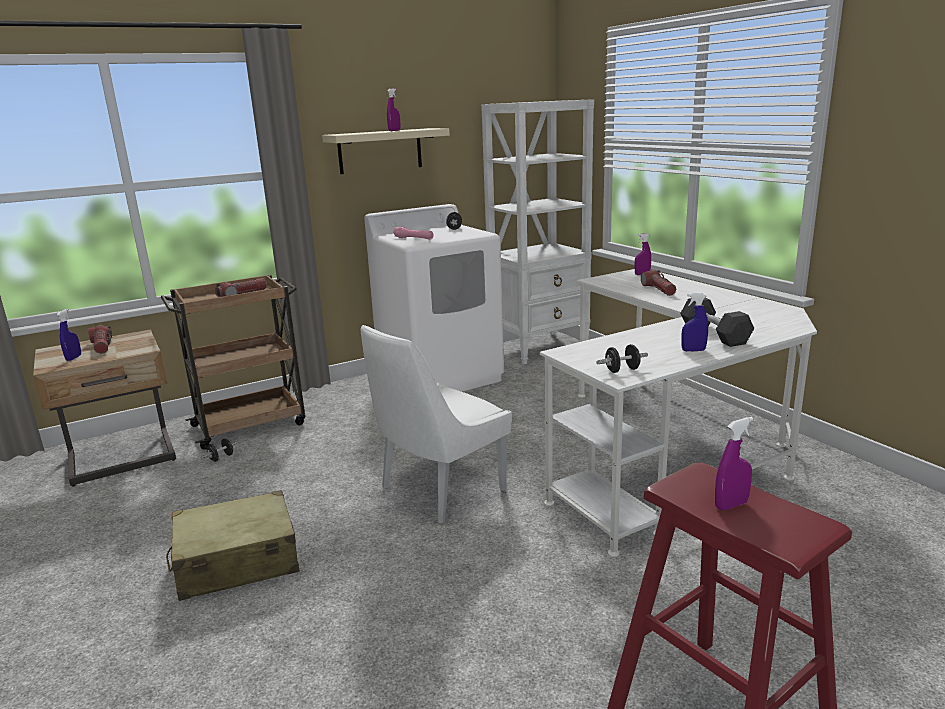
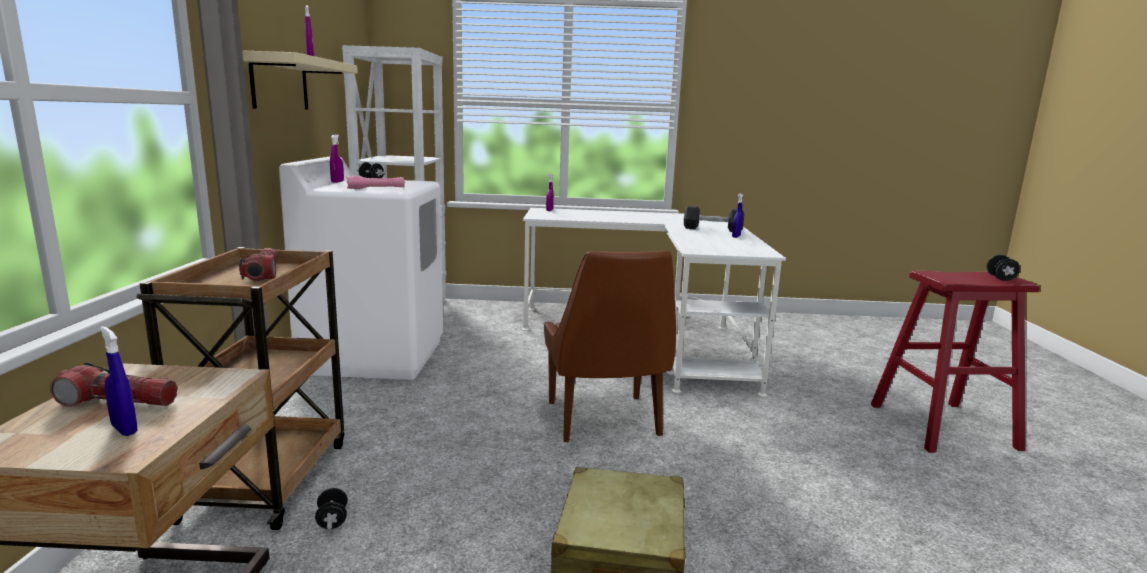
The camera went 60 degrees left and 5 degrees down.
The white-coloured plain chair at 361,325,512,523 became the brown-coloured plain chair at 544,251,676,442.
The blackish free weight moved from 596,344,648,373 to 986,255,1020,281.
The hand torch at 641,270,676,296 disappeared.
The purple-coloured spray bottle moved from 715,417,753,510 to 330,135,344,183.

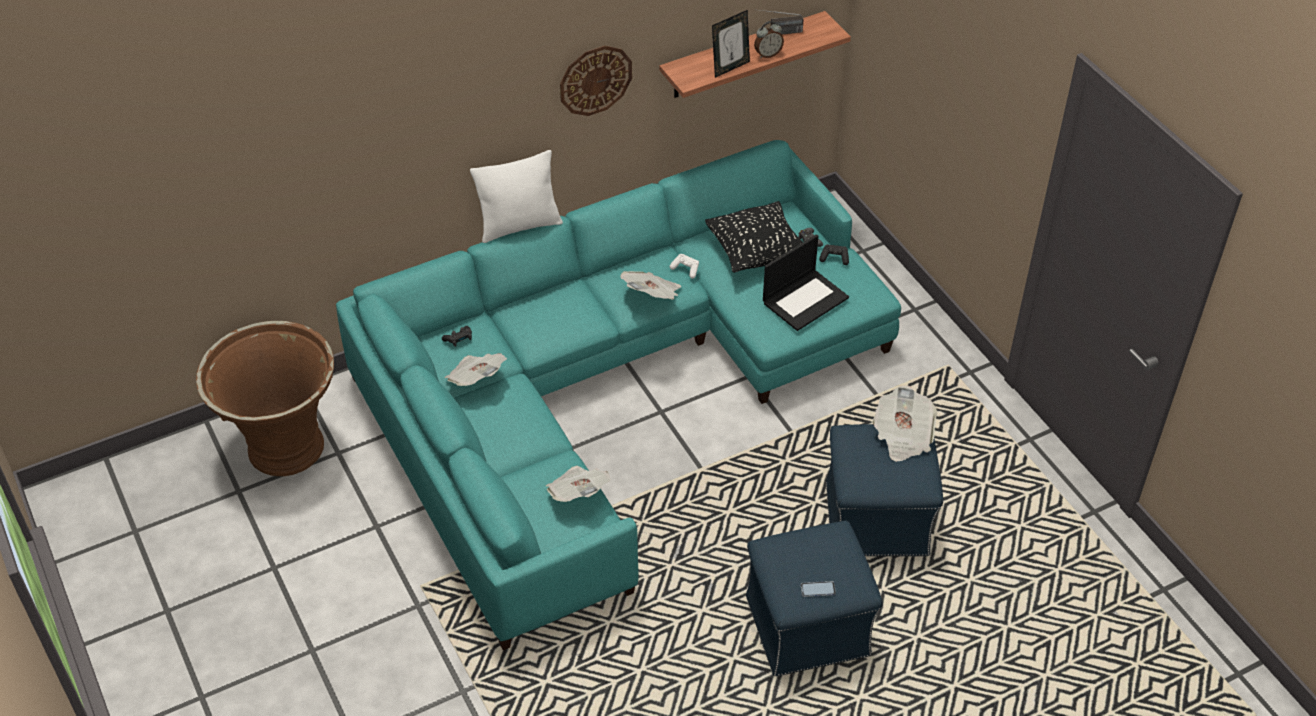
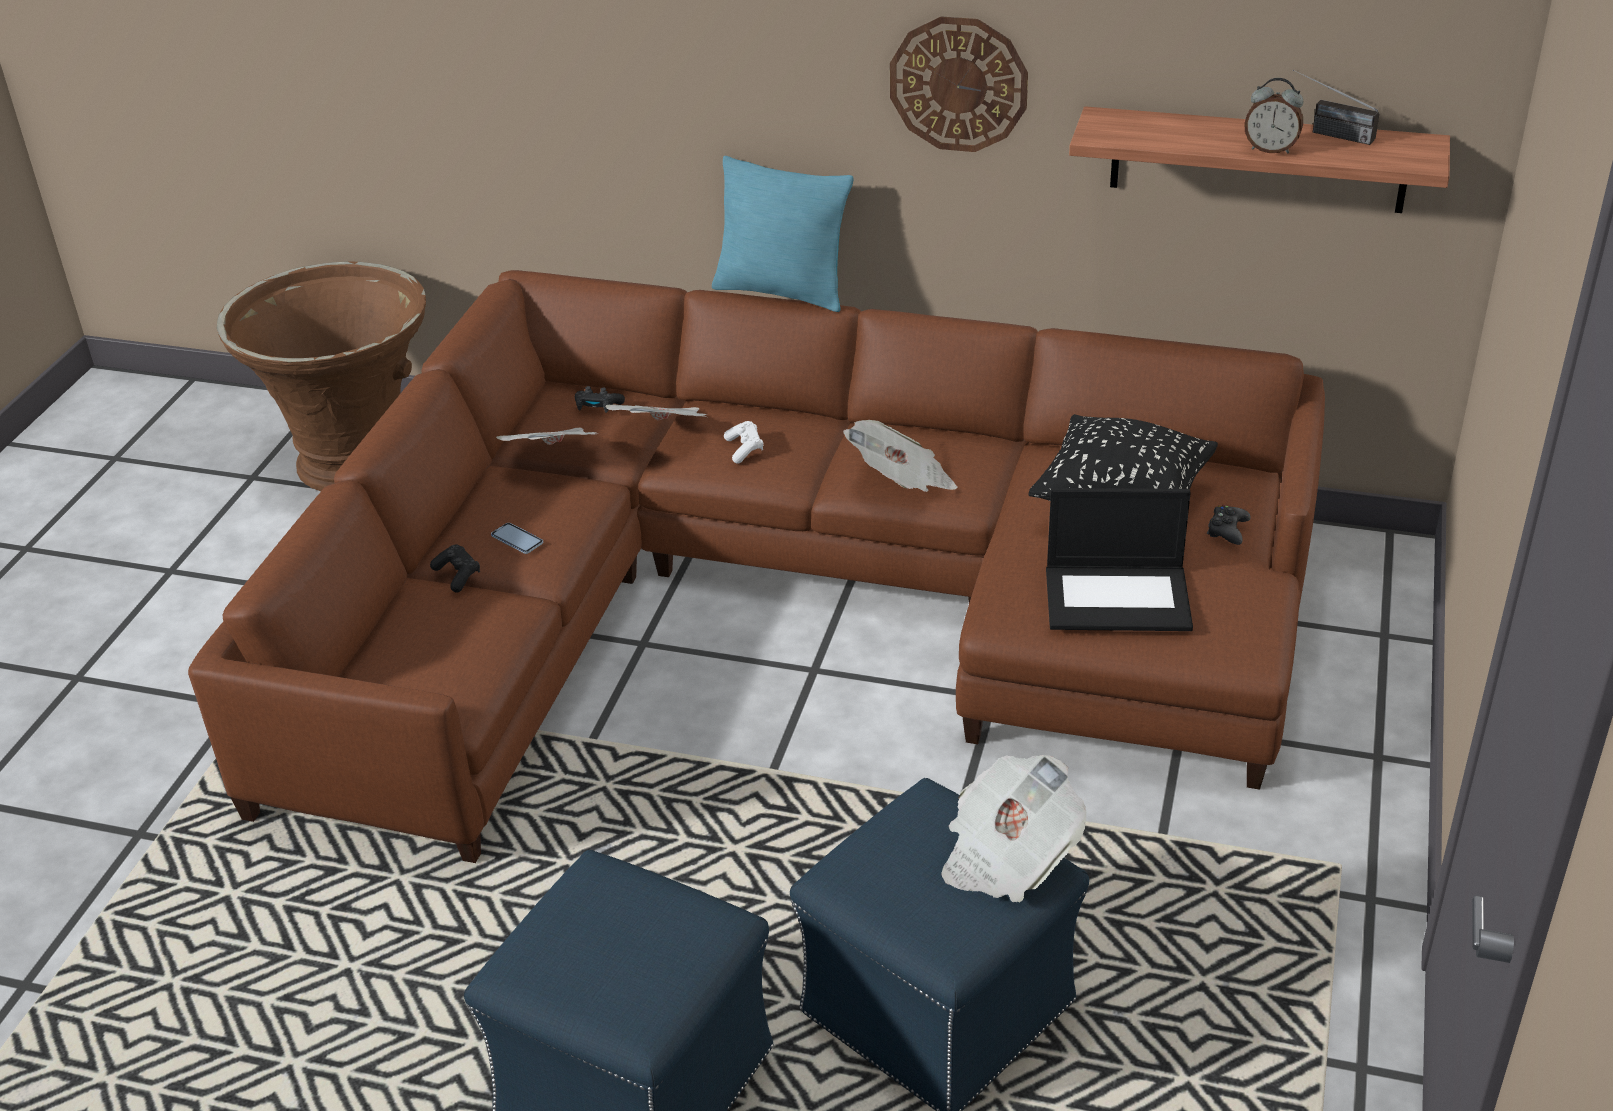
The camera went 45 degrees right and 10 degrees down.
The turquoise couch at 336,140,901,650 became the brown-coloured couch at 188,270,1325,863.
The white-coloured pillow at 470,150,563,243 became the turquoise pillow at 712,156,854,312.
The newspaper moved from 546,466,611,502 to 606,405,707,421.
The white-coloured gamepad moved from 670,254,699,279 to 724,421,764,464.
The standing frame at 712,10,750,78 disappeared.
The phone moved from 800,581,836,597 to 491,523,543,554.
The blackish gamepad moved from 819,244,849,265 to 430,544,480,592.

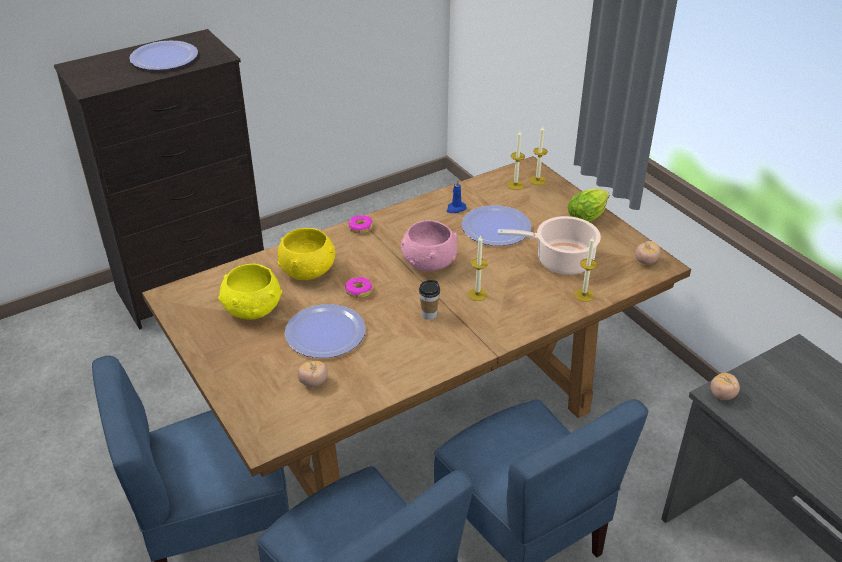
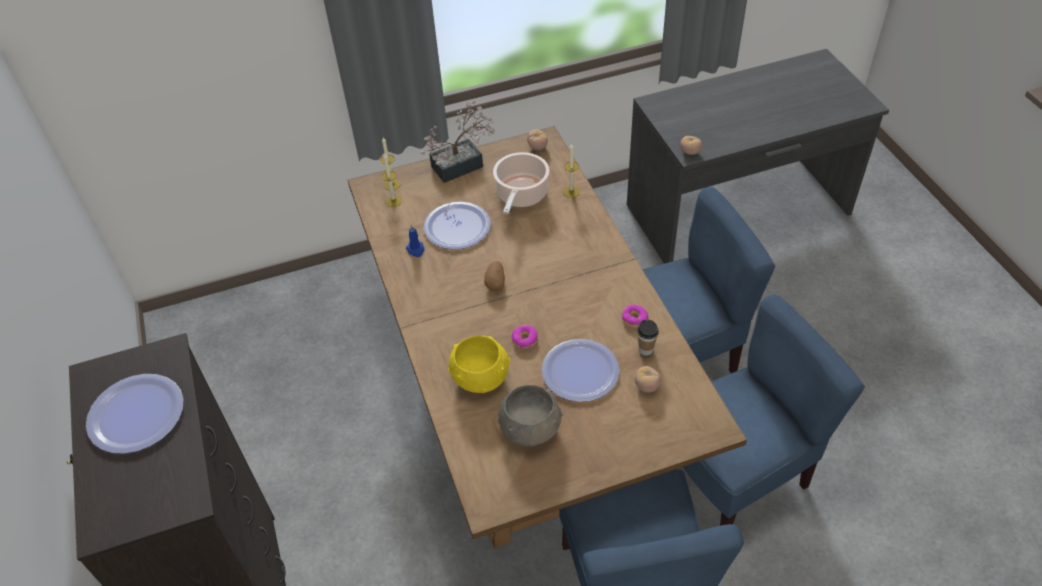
The camera went 75 degrees left and 10 degrees up.
The yellow serving bowl at 218,264,282,320 became the greyish serving bowl at 497,385,563,446.
The donut moved from 348,215,373,234 to 622,305,649,328.
The pink serving bowl at 401,220,458,271 was replaced by the whole potato at 484,261,505,292.
The drinking cup moved from 419,280,440,320 to 637,319,659,356.
The wax light at 468,236,488,301 disappeared.
The lettuce at 568,188,609,222 was replaced by the plant in a pot at 420,101,495,183.

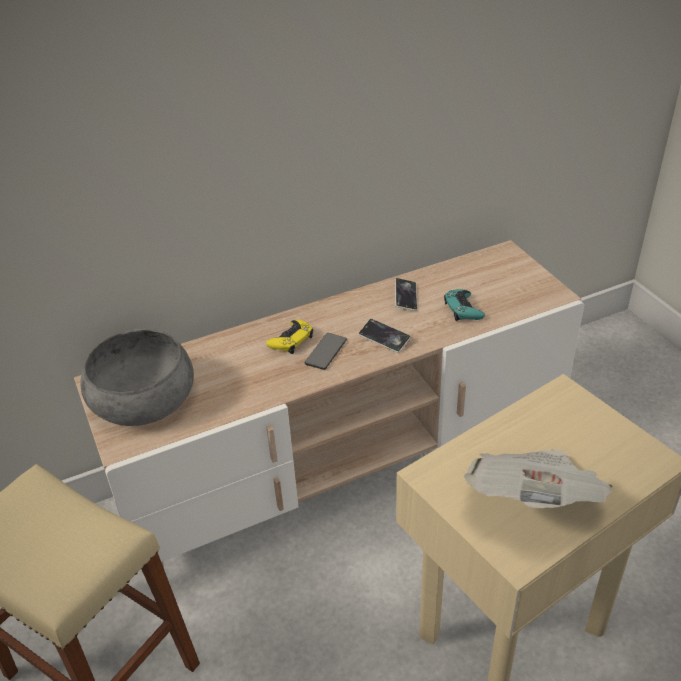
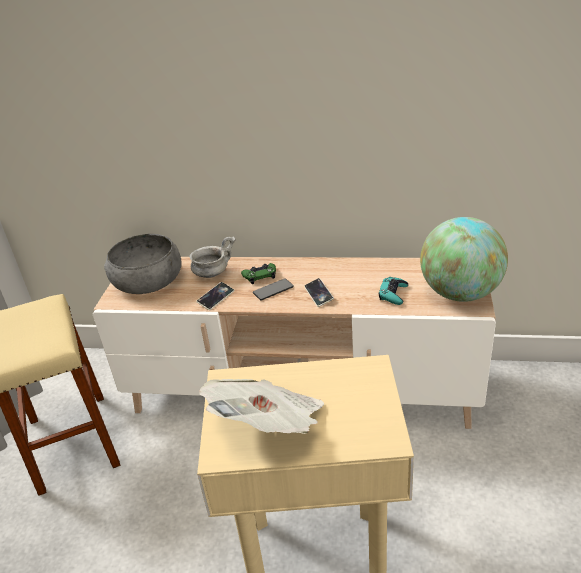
The camera went 35 degrees right and 5 degrees down.
The yellow gamepad at 266,320,313,354 became the greenish gamepad at 241,263,276,284.
The phone moved from 395,278,417,311 to 196,282,234,310.
The greyish serving bowl at 190,237,236,278 appeared.
The desk globe at 420,217,508,302 appeared.

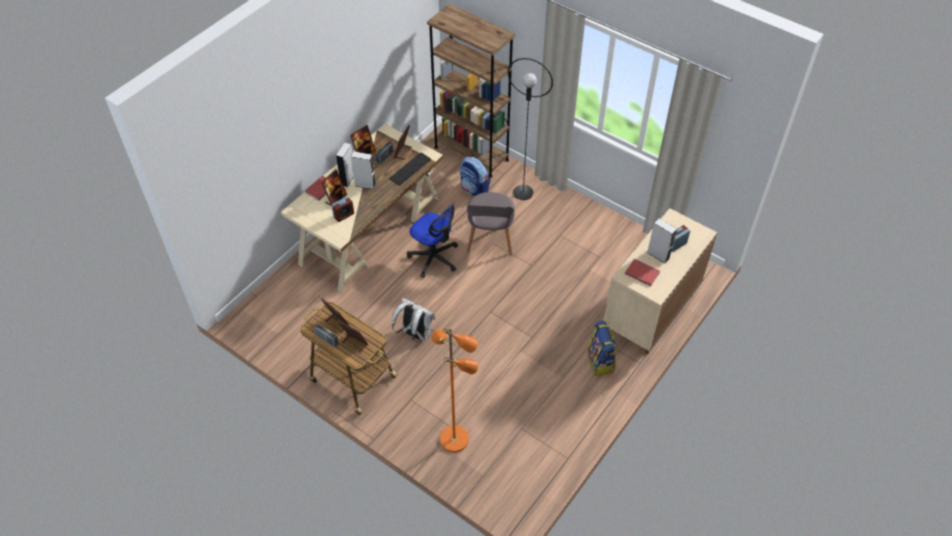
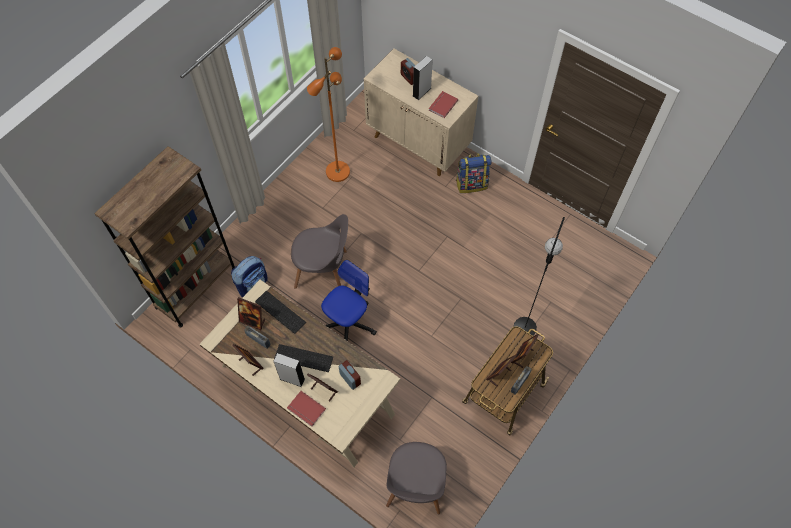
The camera went 90 degrees left and 10 degrees up.
The greyish speaker at 351,151,376,190 was replaced by the computer keyboard at 274,344,333,372.
The white-coloured rucksack at 392,298,435,342 disappeared.
The orange floor lamp moved from 432,328,478,452 to 307,47,350,182.
The blackish floor lamp moved from 508,58,553,200 to 514,217,565,338.
The greyish plain chair at 386,442,447,514 appeared.

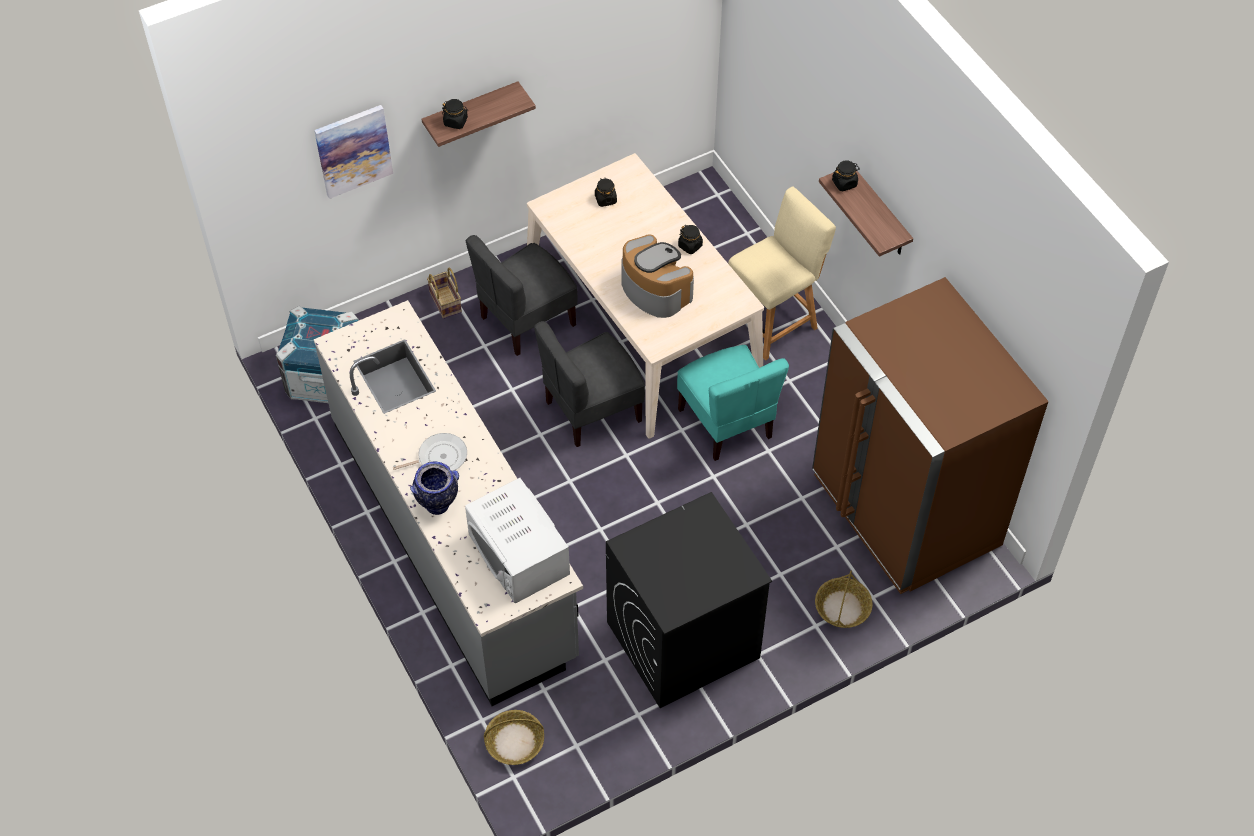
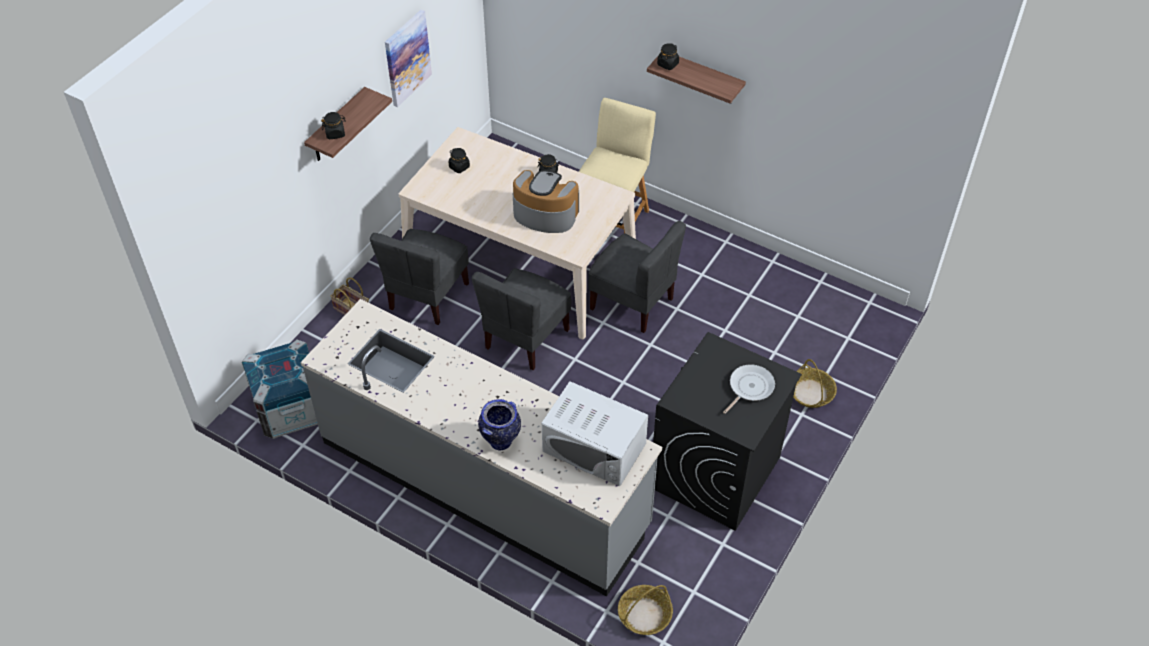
The camera went 30 degrees left and 5 degrees down.
The picture moved from 314,105,393,199 to 385,10,432,107.
The pan moved from 393,433,467,471 to 723,365,775,414.
The turquoise plain chair at 677,345,789,461 became the greyish plain chair at 588,221,686,333.
The brown-coloured fridge at 812,277,1048,594 disappeared.

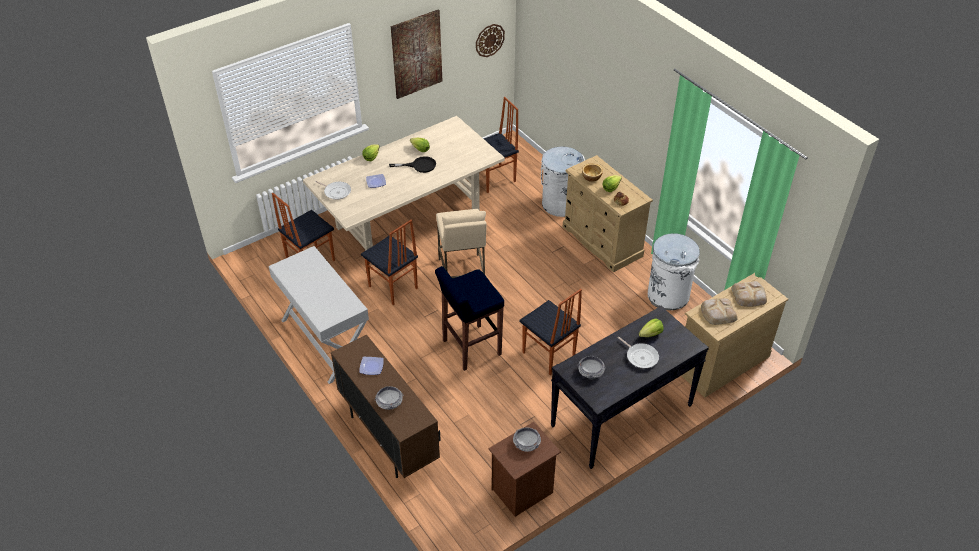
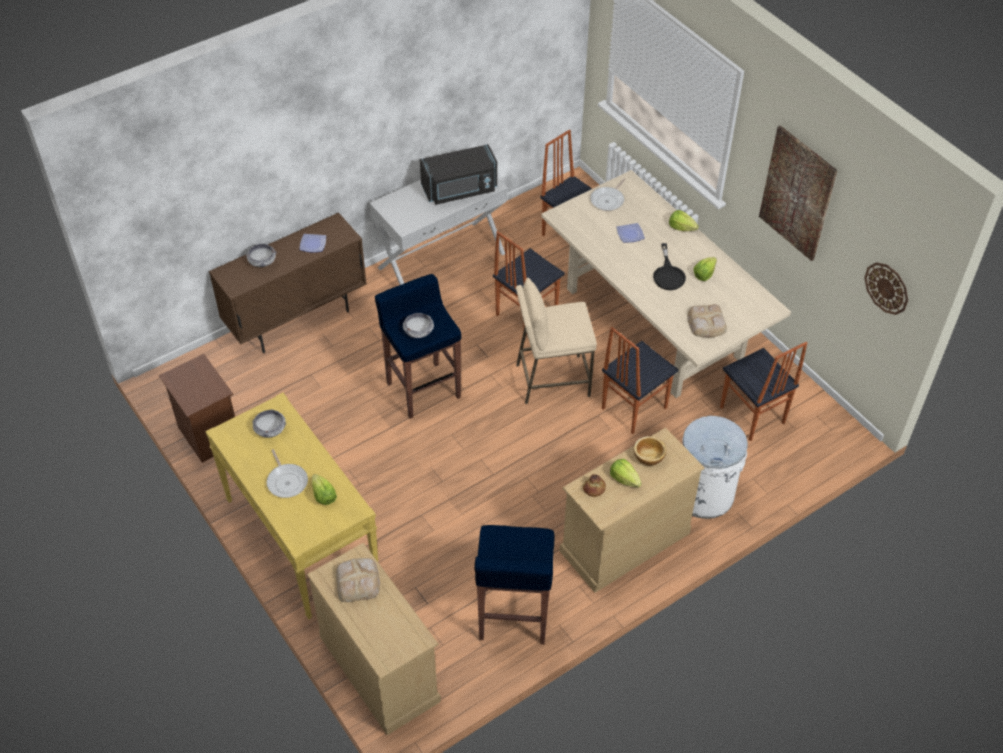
The camera went 90 degrees right and 5 degrees up.
The serving bowl moved from 513,427,541,452 to 403,313,434,338.
The plain chair moved from 519,289,582,375 to 602,327,679,434.
The blackish hall table at 550,305,709,469 became the yellow hall table at 205,393,378,619.
The pan at 617,337,659,368 turned 75 degrees counterclockwise.
The white-coloured rubbish bin at 648,233,700,310 was replaced by the blue-coloured sitting stool at 475,525,554,644.
The baked bread moved from 731,281,767,307 to 688,304,727,337.
The blackish kitchen microwave at 420,144,497,205 appeared.

